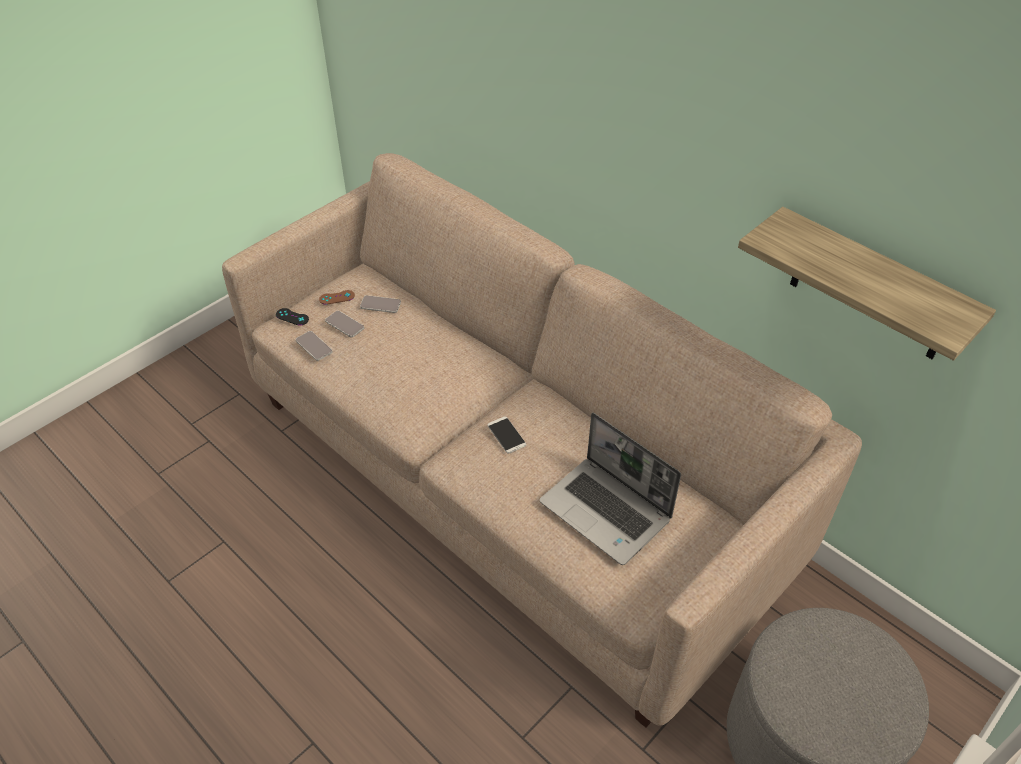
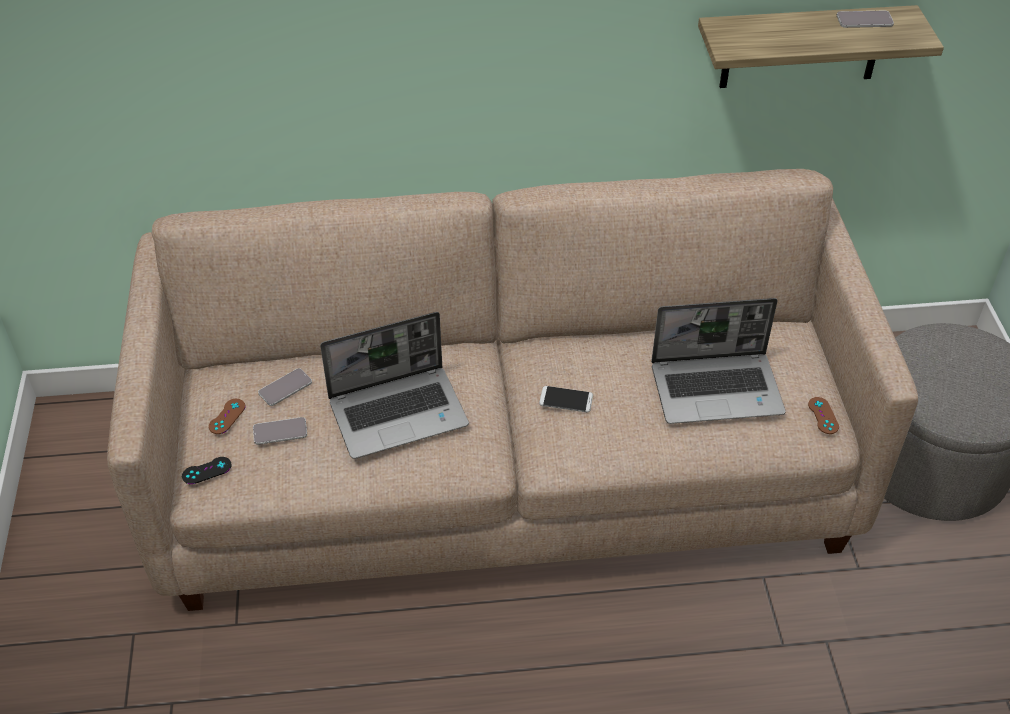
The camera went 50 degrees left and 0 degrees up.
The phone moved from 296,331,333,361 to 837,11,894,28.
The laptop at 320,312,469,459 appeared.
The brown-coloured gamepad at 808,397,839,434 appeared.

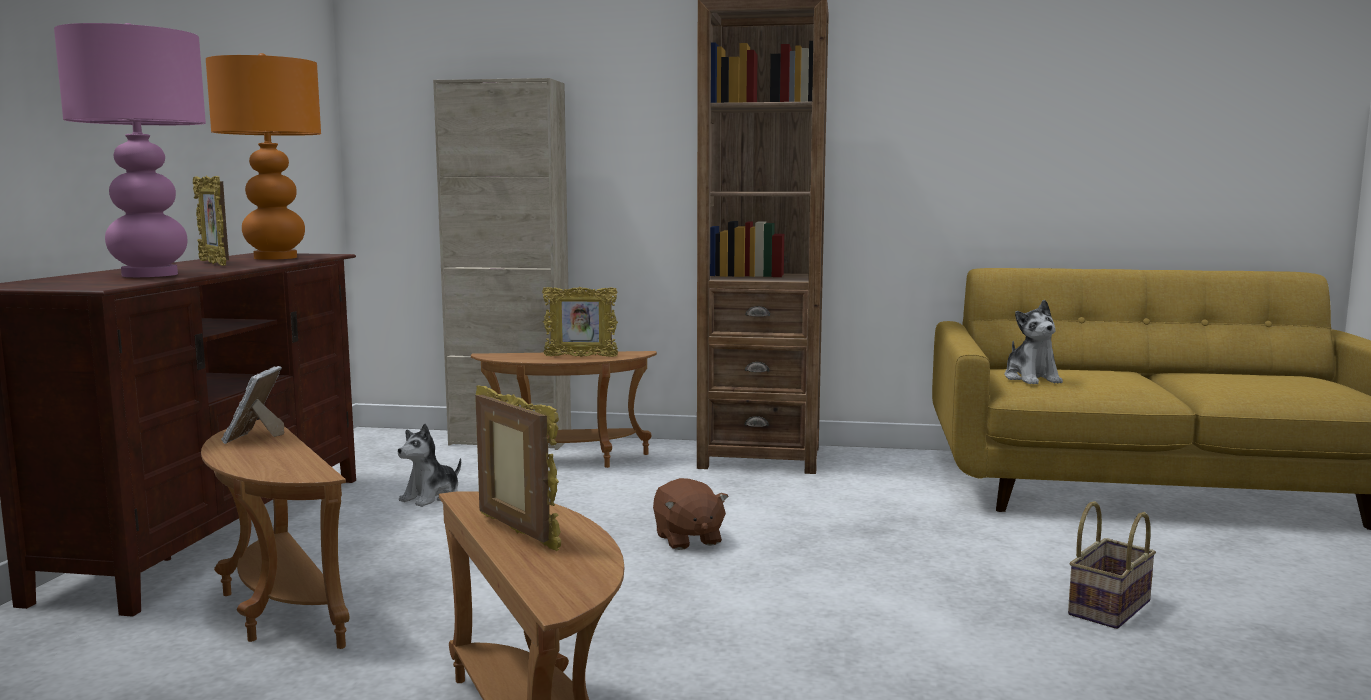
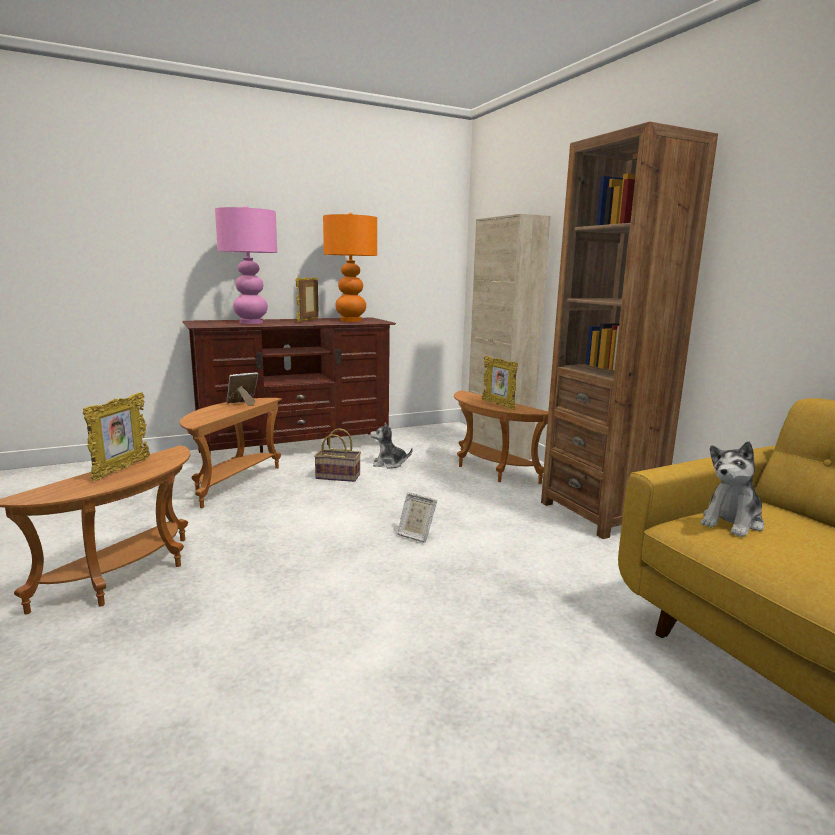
The camera went 55 degrees right and 5 degrees up.
The brown-coloured soft toy at 653,478,729,550 was replaced by the standing frame at 397,492,437,543.
The storage basket moved from 1068,501,1156,629 to 314,428,361,482.

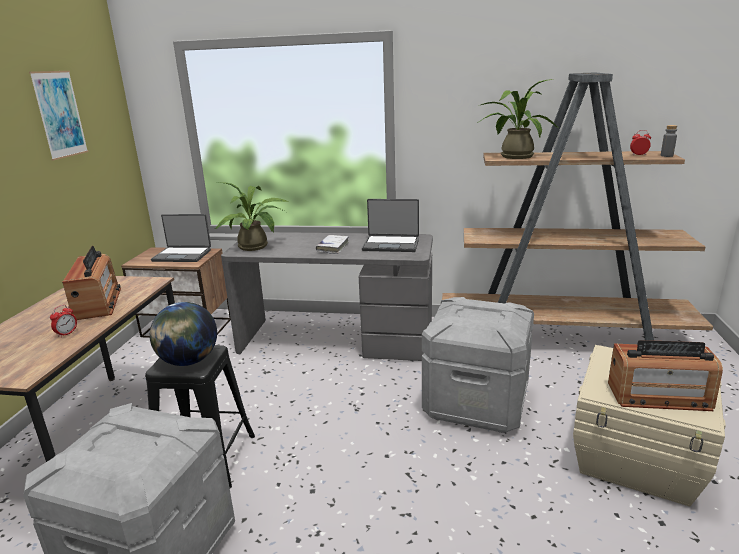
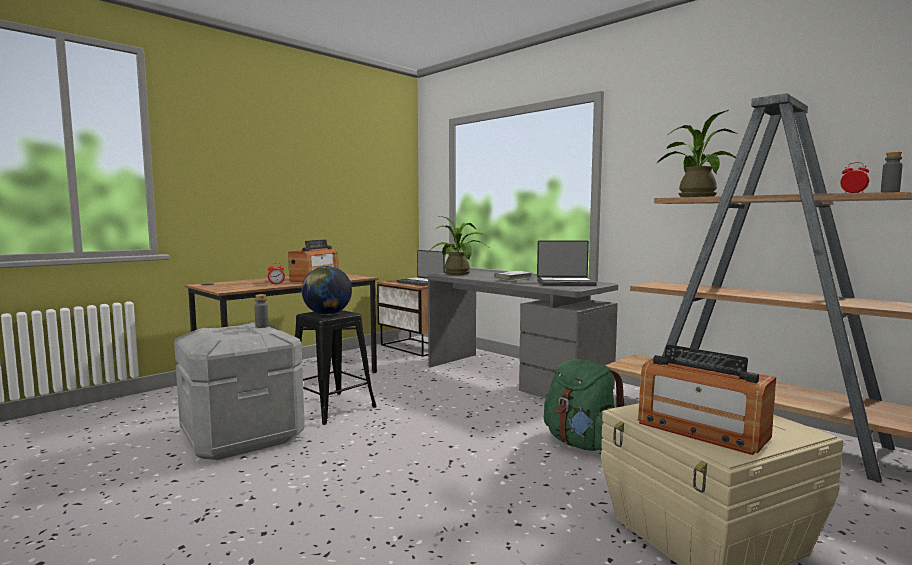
The camera went 35 degrees right and 15 degrees down.
The picture at 29,71,89,160 disappeared.
The laptop at 362,199,419,252 turned 45 degrees counterclockwise.
The greyish storage box at 422,297,534,433 was replaced by the greenish rucksack at 544,359,626,451.
The greyish bottle at 254,294,269,328 appeared.

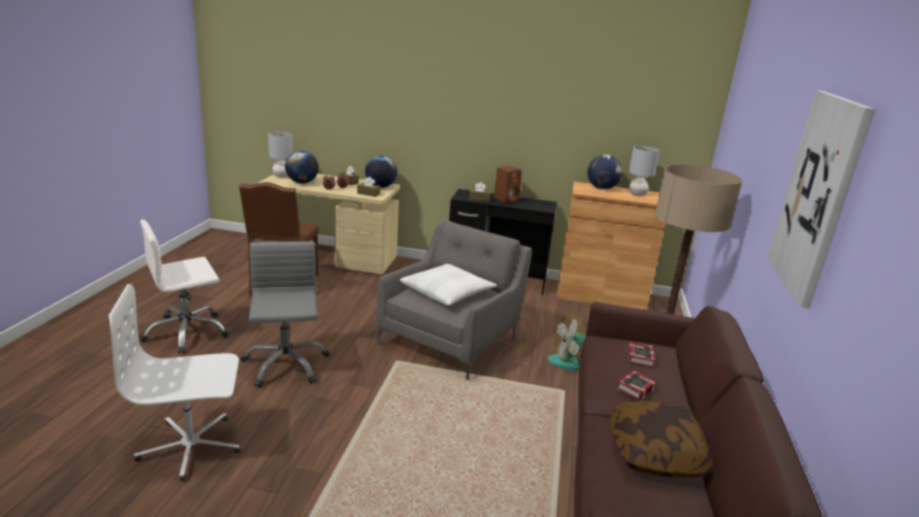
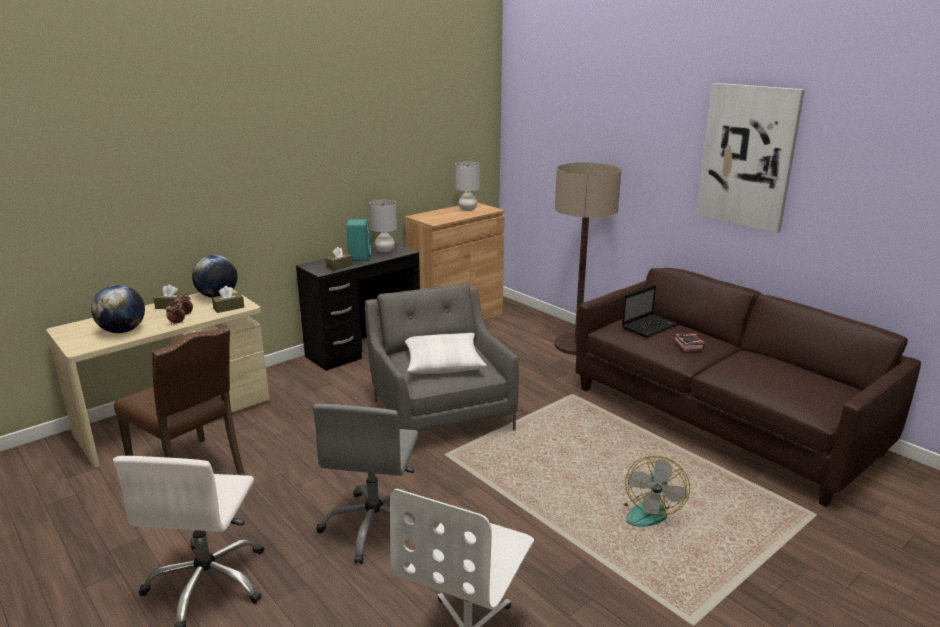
The camera went 50 degrees left and 0 degrees up.
The greyish office chair at 241,241,330,388 turned 105 degrees counterclockwise.
The greyish lamp for a table moved from 268,131,293,177 to 369,200,397,252.
The brown-coloured speaker at 494,166,522,204 became the turquoise speaker at 346,219,371,261.
The electric fan moved from 548,316,586,371 to 623,456,690,527.
The desk globe at 587,155,623,189 disappeared.
The pillow at 611,401,713,478 disappeared.
The book at 628,342,655,368 was replaced by the laptop at 622,285,678,337.

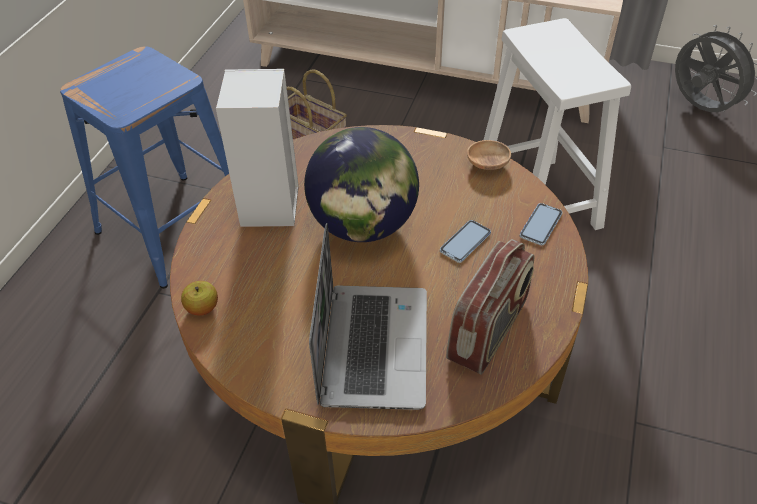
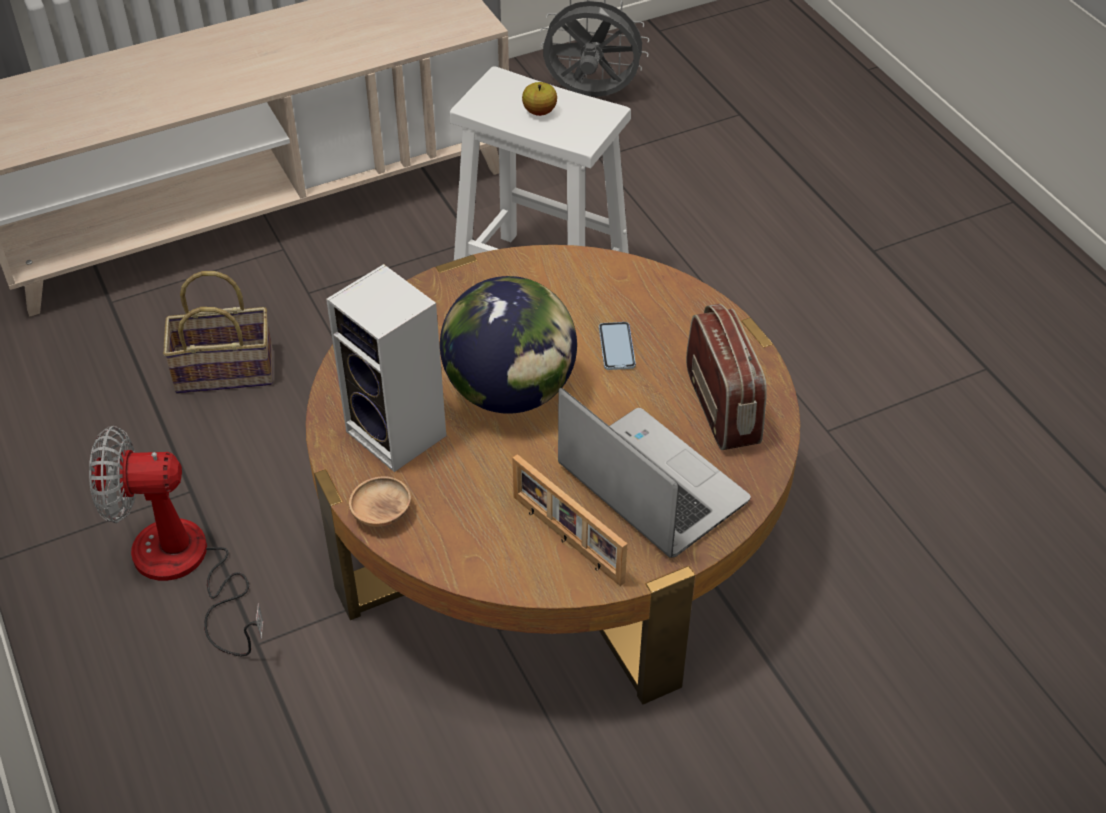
The camera went 45 degrees left and 0 degrees up.
The blue-coloured sitting stool at 60,46,229,289 was replaced by the electric fan at 89,426,263,656.
The apple moved from 181,281,218,316 to 522,82,557,116.
The brown-coloured serving bowl moved from 467,140,511,170 to 349,476,411,527.
The phone at 520,203,563,245 disappeared.
The standing frame at 512,454,627,586 appeared.

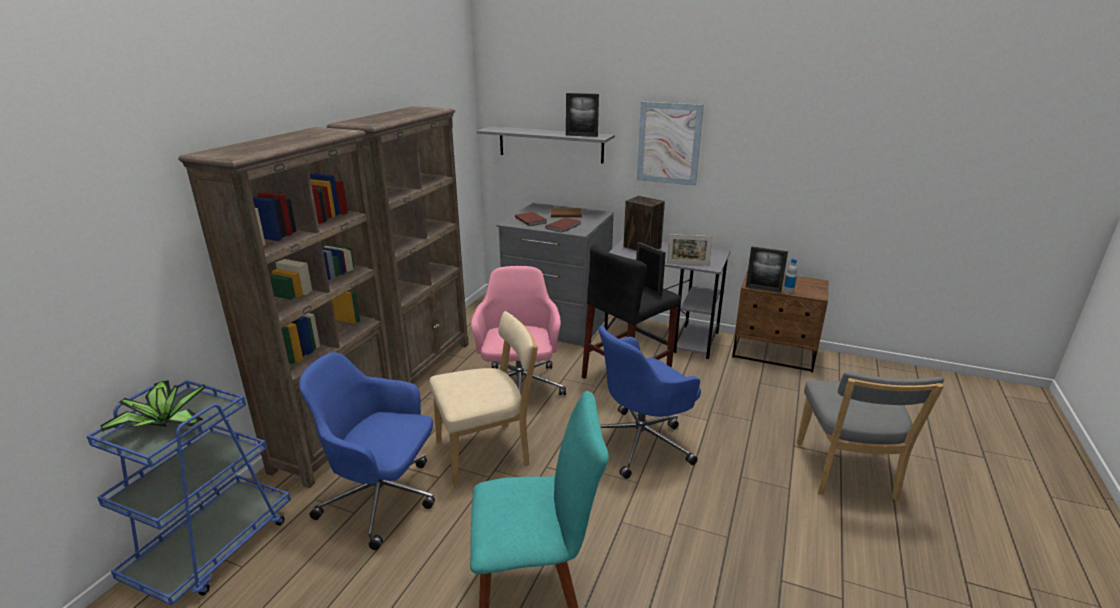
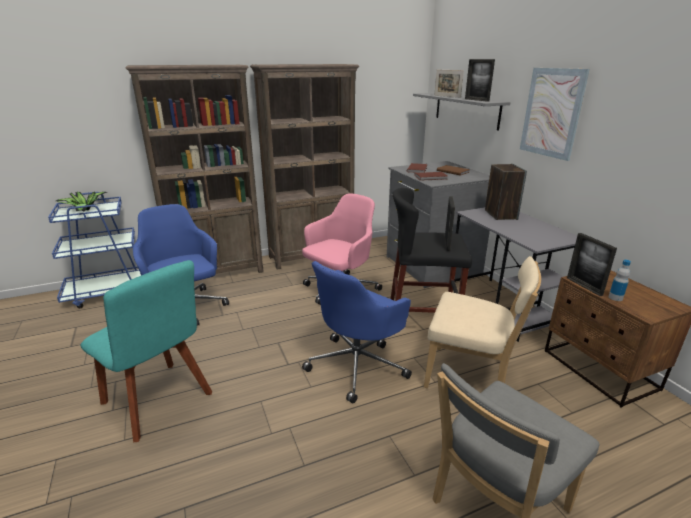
The camera went 45 degrees right and 0 degrees up.
The beige plain chair moved from 429,311,538,486 to 424,256,541,388.
The blue-coloured office chair at 598,326,701,479 turned 60 degrees counterclockwise.
The standing frame moved from 667,234,713,265 to 434,70,464,98.

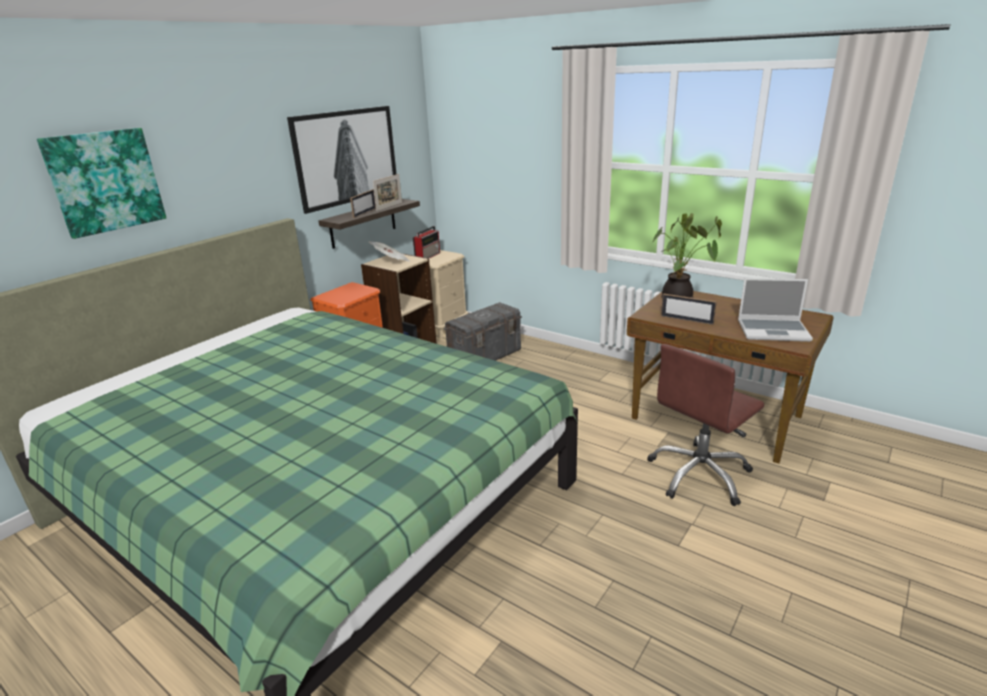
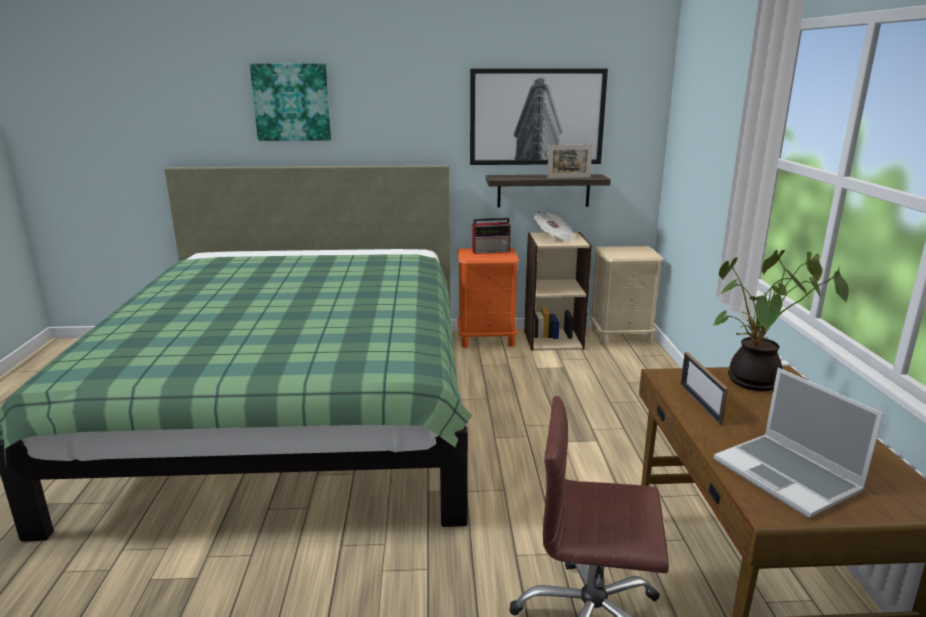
The camera went 50 degrees right and 5 degrees down.
The standing frame at 350,189,376,218 disappeared.
The radio receiver moved from 413,226,440,258 to 472,218,511,254.
The greyish storage box at 444,302,522,361 disappeared.

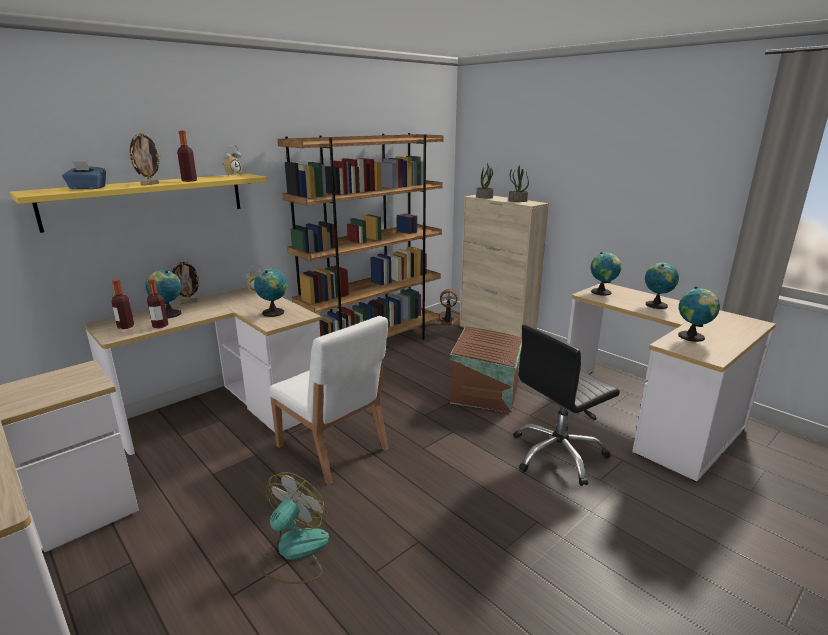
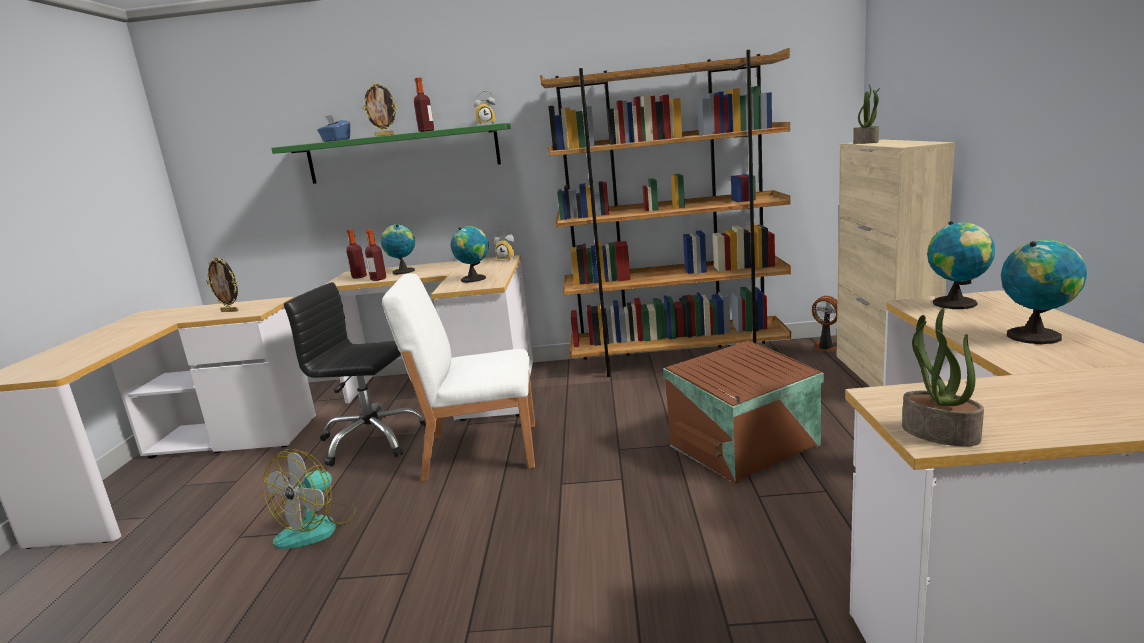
The camera went 45 degrees right and 5 degrees down.
The yellow wall shelf at 9,174,267,233 became the greenish wall shelf at 271,123,511,184.
The standing frame moved from 172,261,201,304 to 206,257,238,312.
The electric fan at 261,472,329,584 turned 135 degrees clockwise.
The white-coloured plain chair at 269,316,389,485 turned 90 degrees clockwise.
The plant in a pot moved from 508,165,529,202 to 902,308,984,446.
The blackish office chair moved from 513,324,620,486 to 284,282,426,466.
The desk globe at 678,287,720,342 disappeared.

